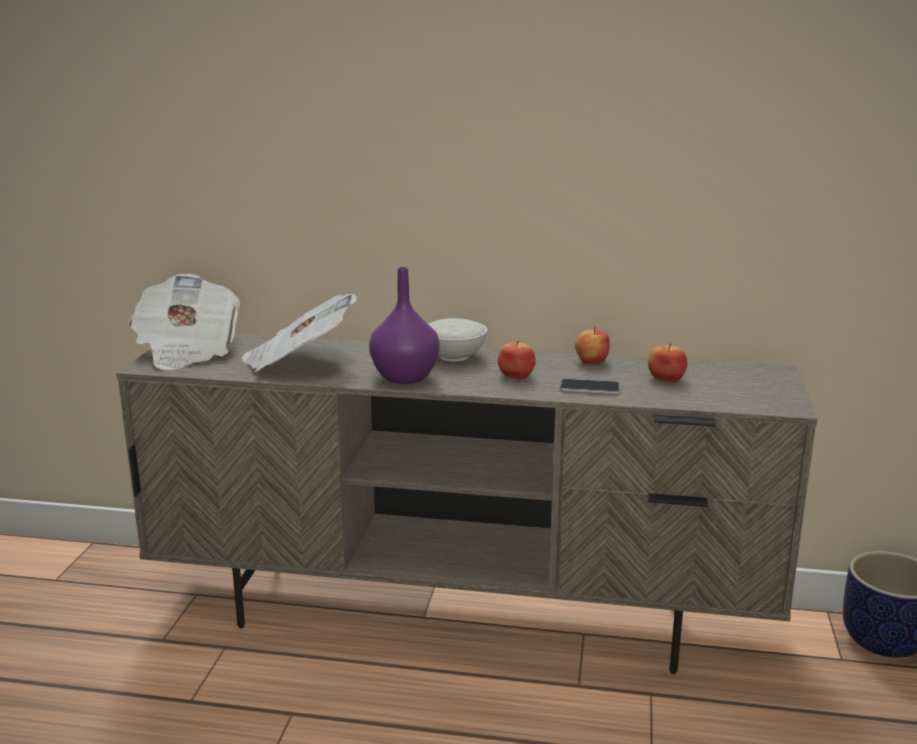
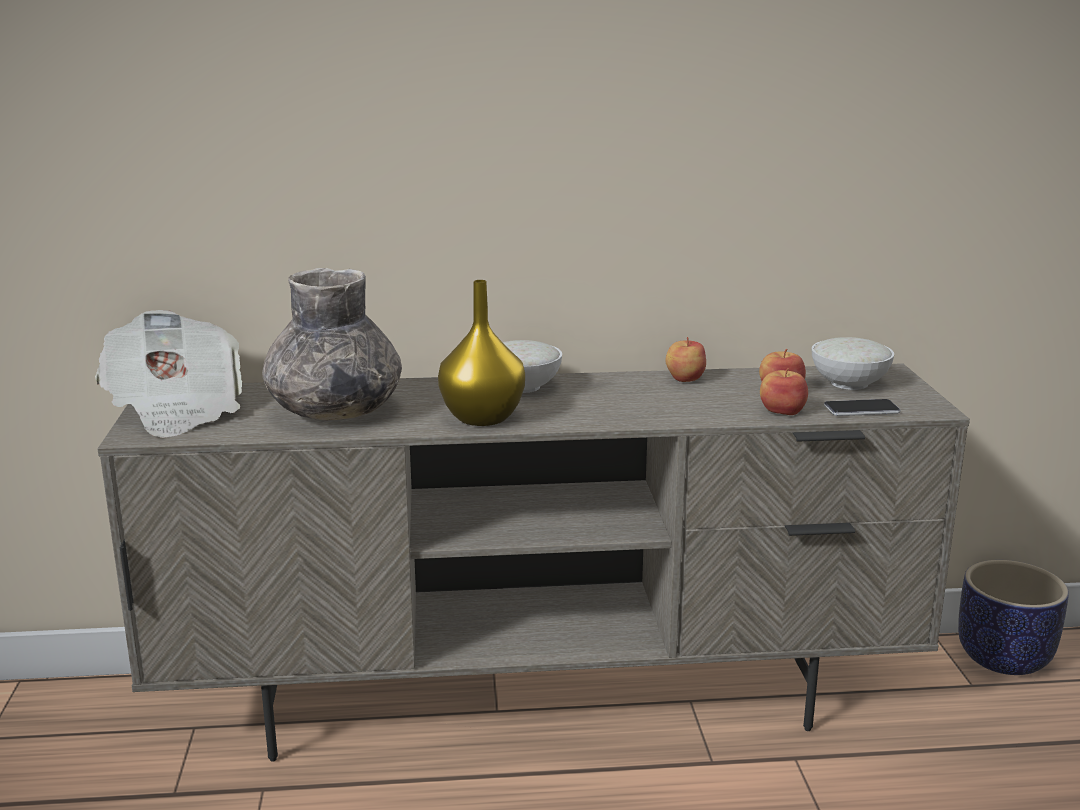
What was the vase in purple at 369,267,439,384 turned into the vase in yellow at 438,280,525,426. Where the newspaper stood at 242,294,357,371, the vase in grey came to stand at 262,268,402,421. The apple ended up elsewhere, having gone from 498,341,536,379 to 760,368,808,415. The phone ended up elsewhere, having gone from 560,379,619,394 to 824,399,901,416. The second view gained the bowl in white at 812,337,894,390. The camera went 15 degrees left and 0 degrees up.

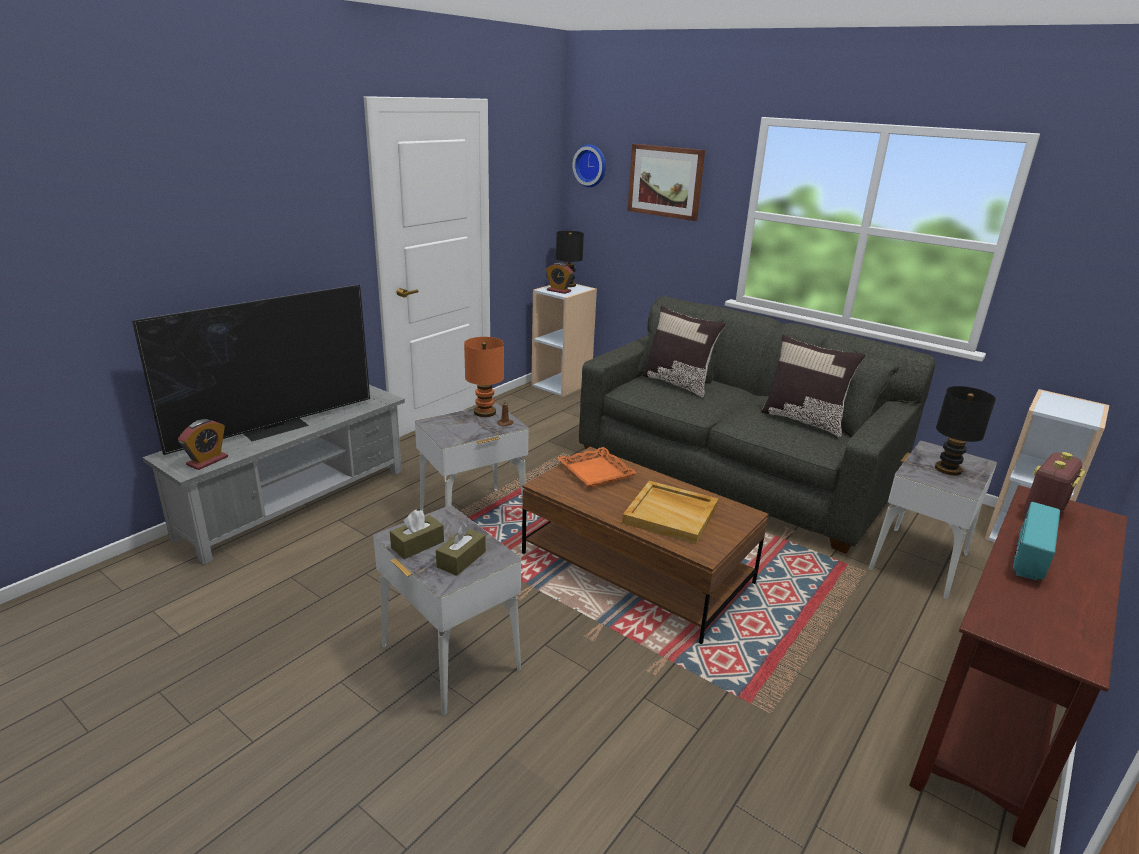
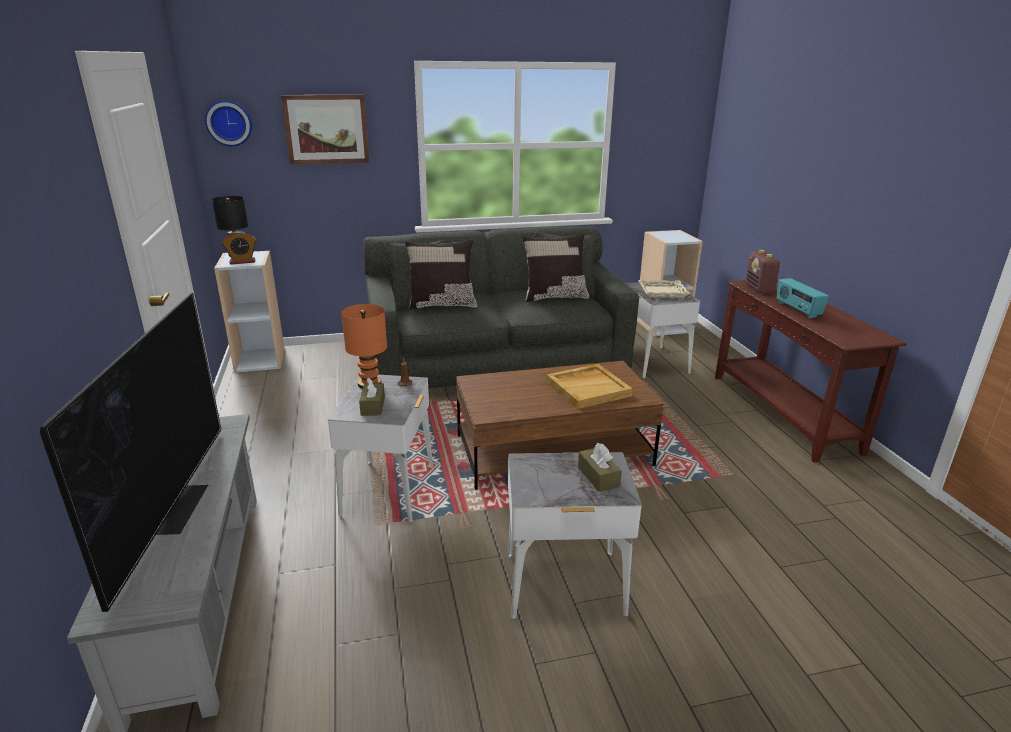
Where the table lamp in black stood at 935,386,996,476, the tray in beige came to stand at 638,280,690,298. The second view lost the alarm clock at 178,419,228,470. The second view lost the tray in orange at 557,447,637,488. The tissue box in brown ended up elsewhere, having gone from 390,510,444,559 to 359,377,385,416. The camera went 50 degrees left and 0 degrees up.

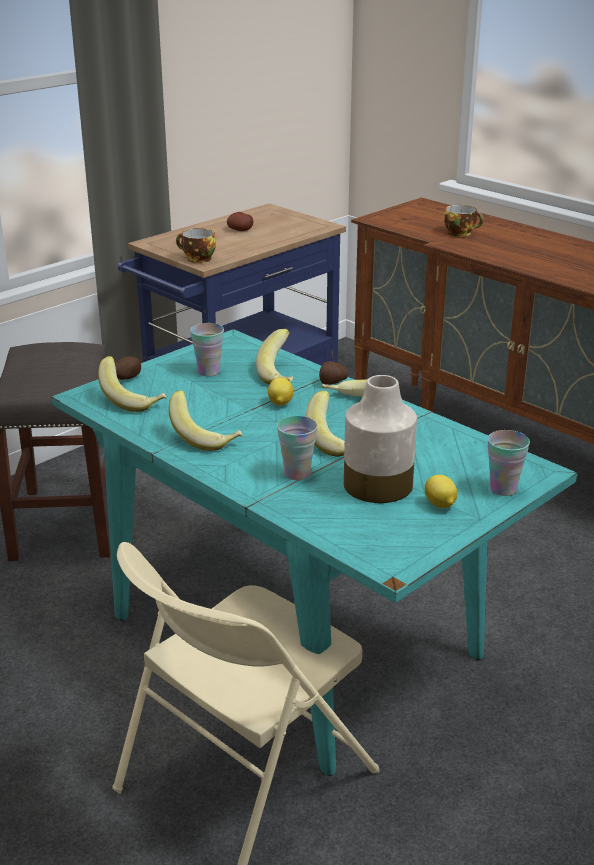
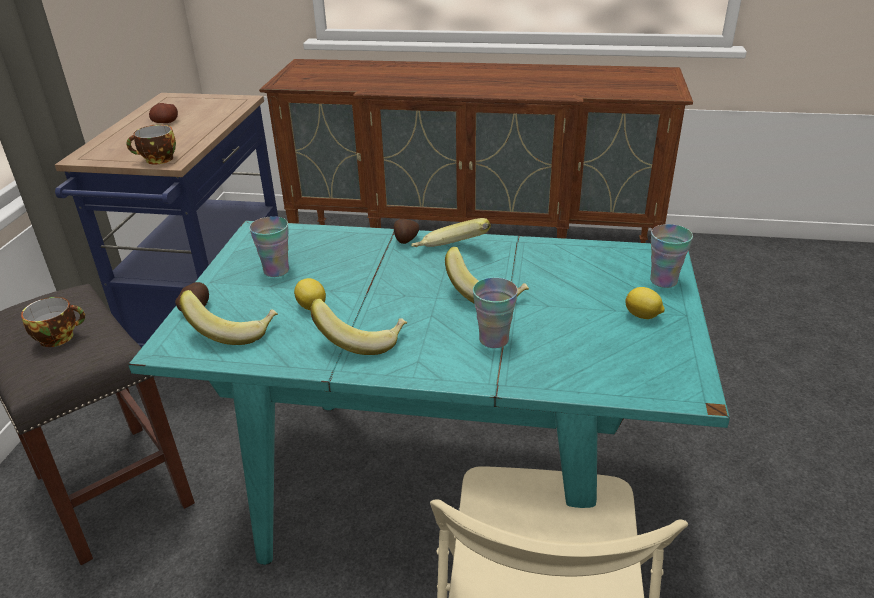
The cup ended up elsewhere, having gone from 444,205,483,237 to 21,297,85,347. The second view lost the banana at 256,329,294,384. The second view lost the vase in beige at 344,375,417,503. The lemon ended up elsewhere, having gone from 268,378,294,406 to 294,278,326,310. The camera went 35 degrees left and 5 degrees up.

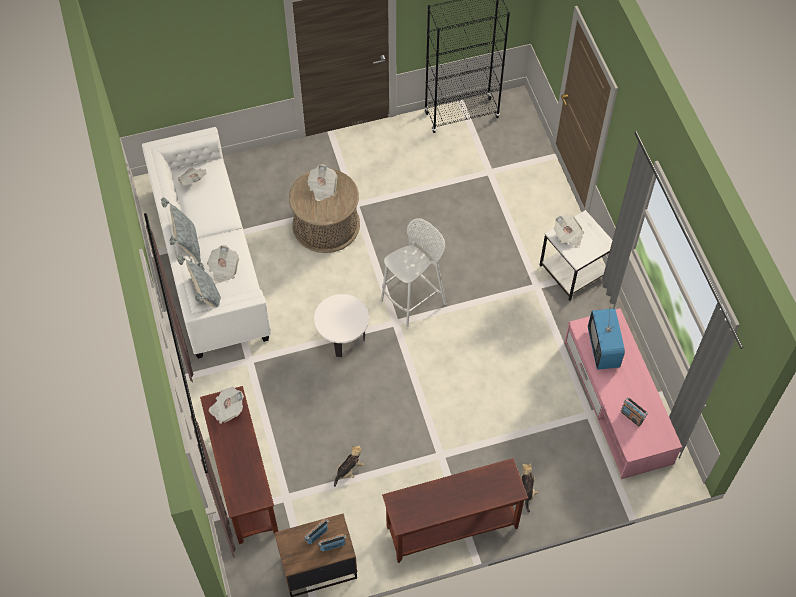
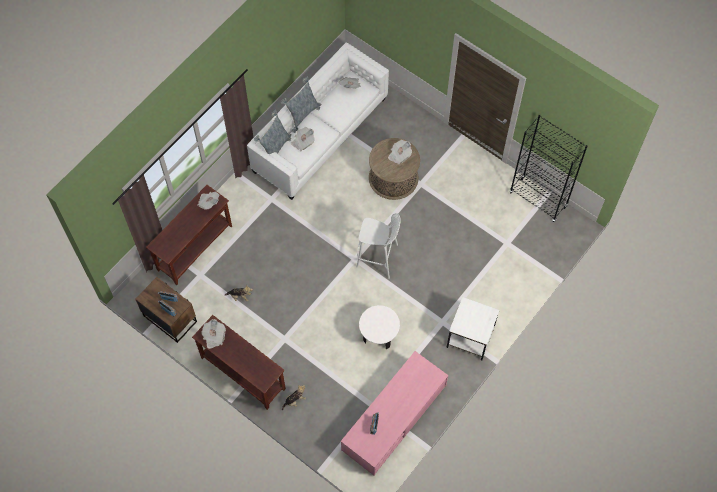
The newspaper ended up elsewhere, having gone from 554,214,584,248 to 201,319,226,349. The side table in white ended up elsewhere, having gone from 314,294,369,357 to 359,305,400,349. The second view lost the television at 588,308,625,370. The camera went 55 degrees right and 5 degrees up.

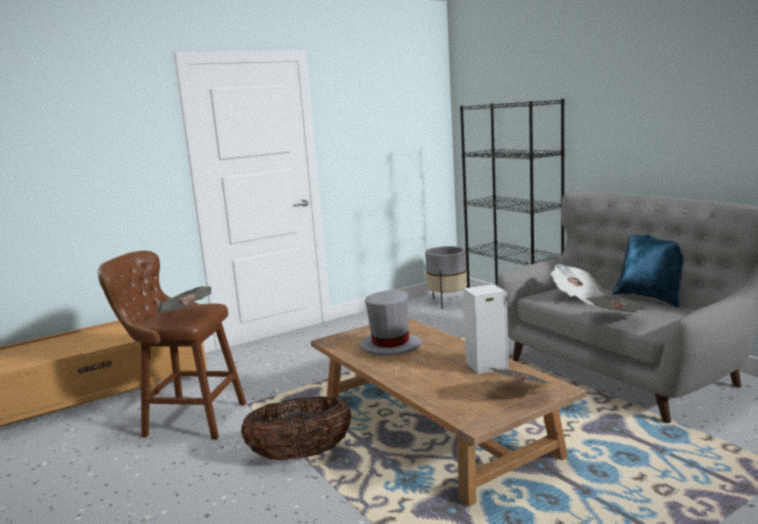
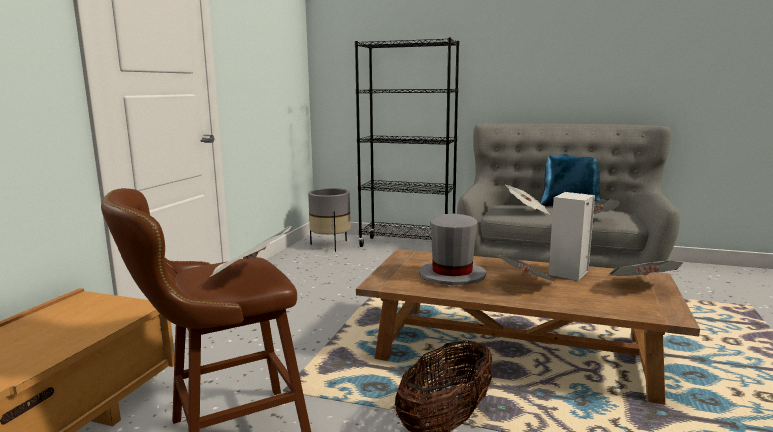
The second view gained the newspaper at 493,255,554,281. The camera went 40 degrees left and 0 degrees up.

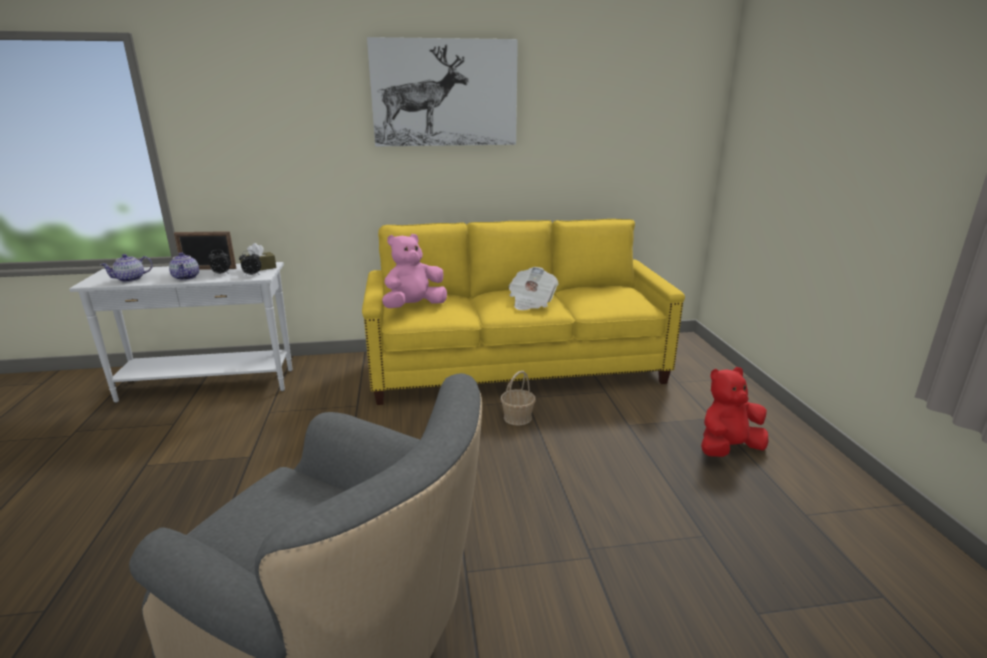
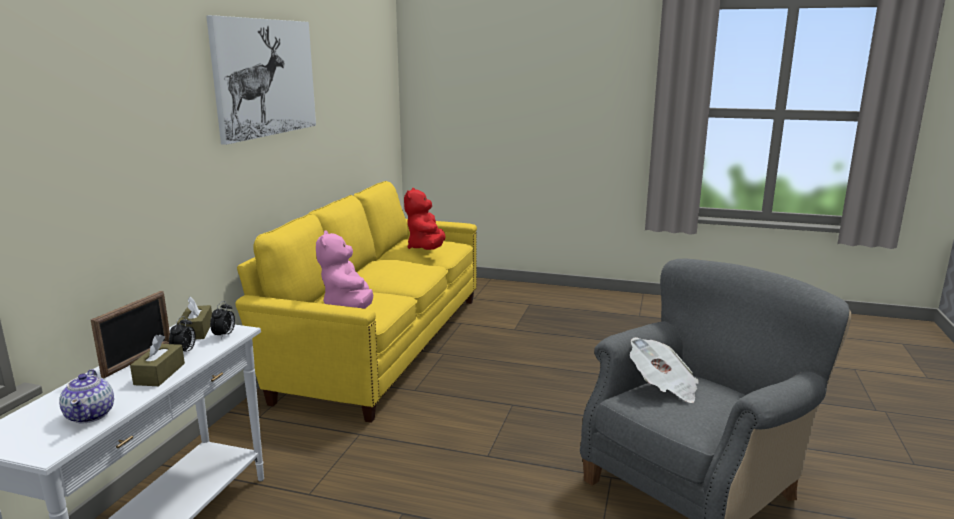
Where the teapot stood at 169,252,199,280, the tissue box in brown came to stand at 130,335,185,386. The newspaper ended up elsewhere, having gone from 508,267,558,310 to 629,337,699,403. The plush toy in red ended up elsewhere, having gone from 701,367,769,457 to 404,188,446,250. The second view lost the basket at 500,371,536,425. The camera went 65 degrees left and 5 degrees down.

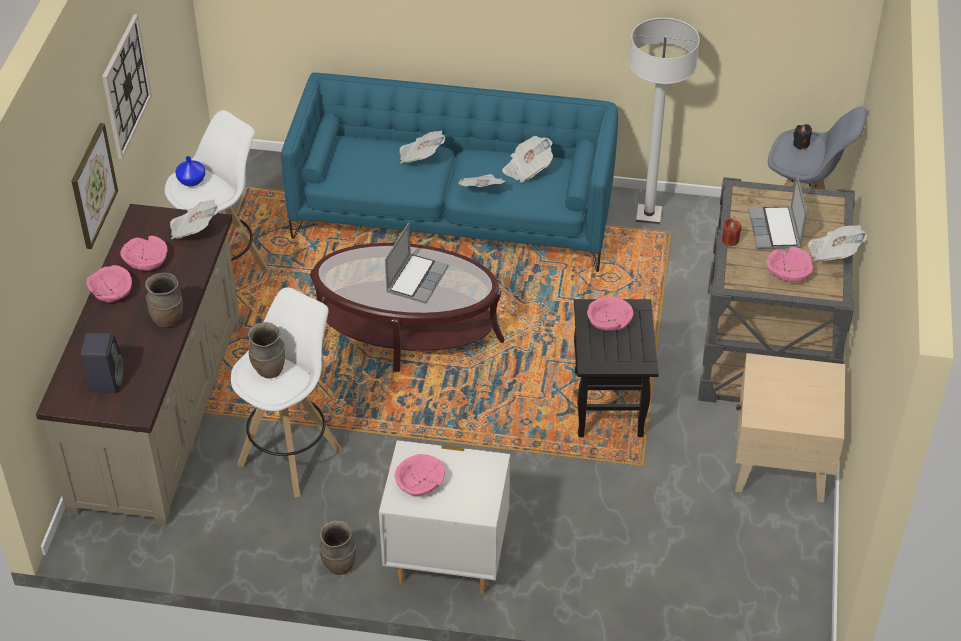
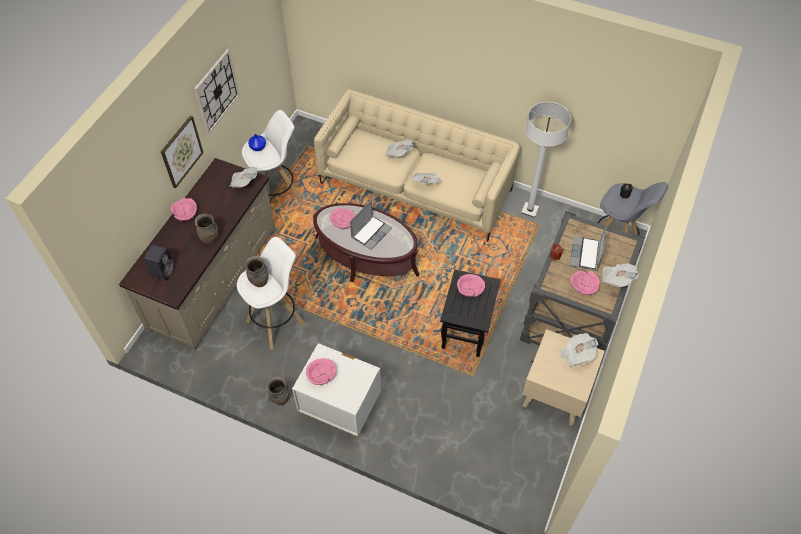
What was the sofa in blue at 281,73,618,272 turned into the sofa in beige at 314,89,520,242. The newspaper ended up elsewhere, having gone from 502,136,553,183 to 558,333,598,367. The bowl in pink ended up elsewhere, having gone from 121,236,167,271 to 329,208,355,229. The camera went 15 degrees right and 10 degrees up.

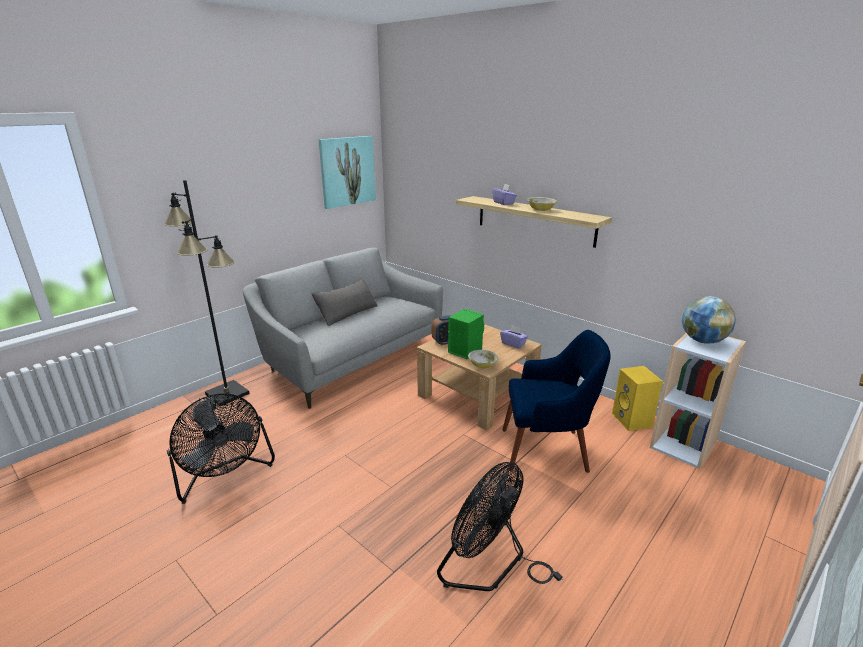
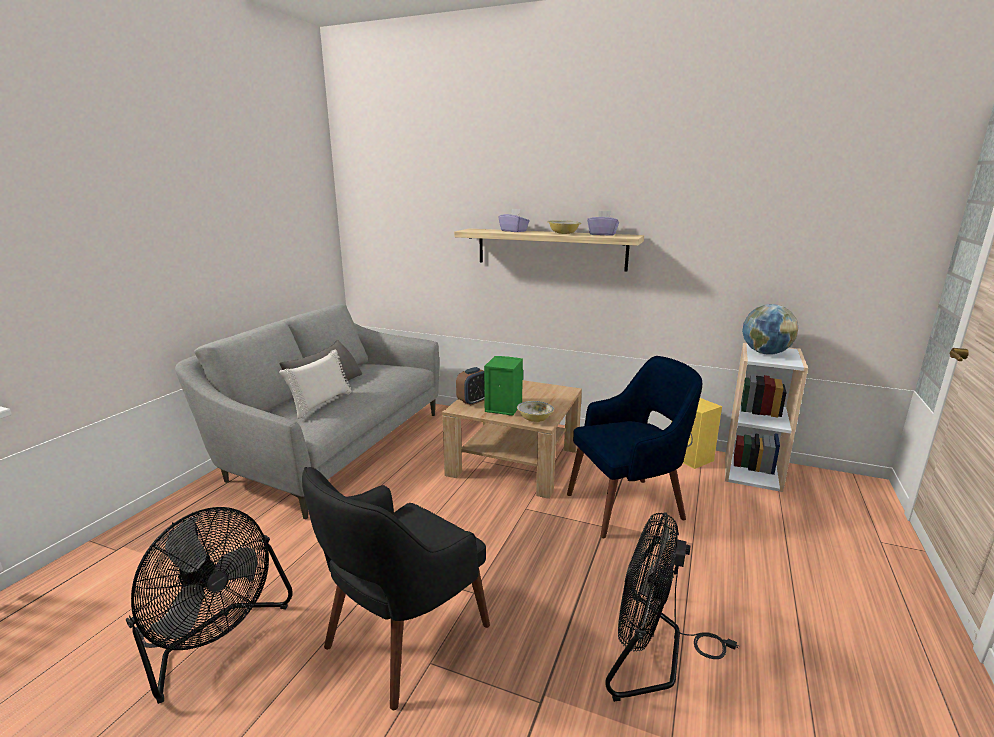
The second view lost the picture at 319,136,376,209. The second view lost the floor lamp in black at 164,180,250,405. The tissue box in purple ended up elsewhere, having gone from 500,325,528,349 to 587,211,619,236. The second view gained the pillow in white at 279,349,352,419. The second view gained the armchair in black at 302,467,490,710. The camera went 20 degrees left and 5 degrees down.

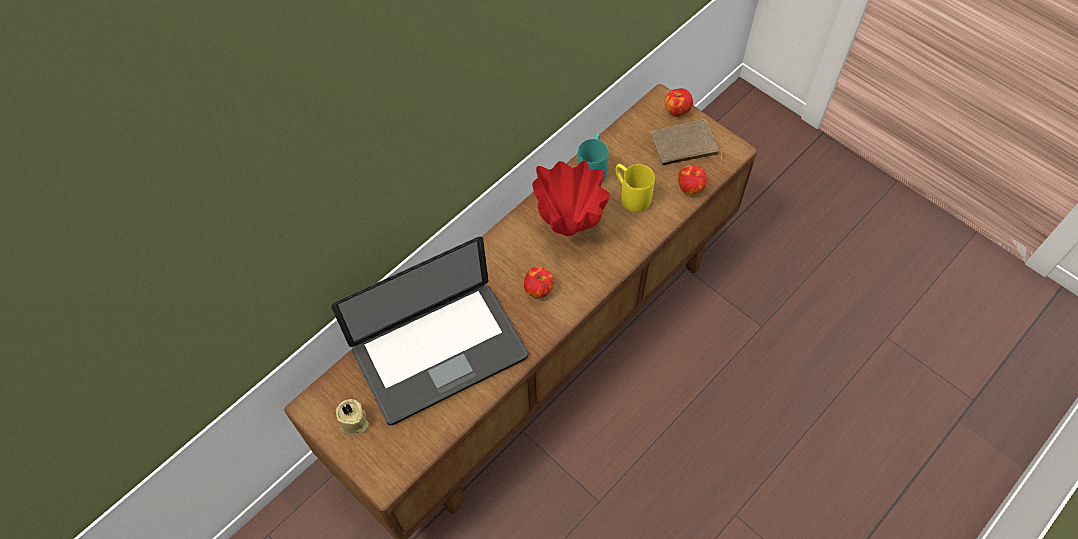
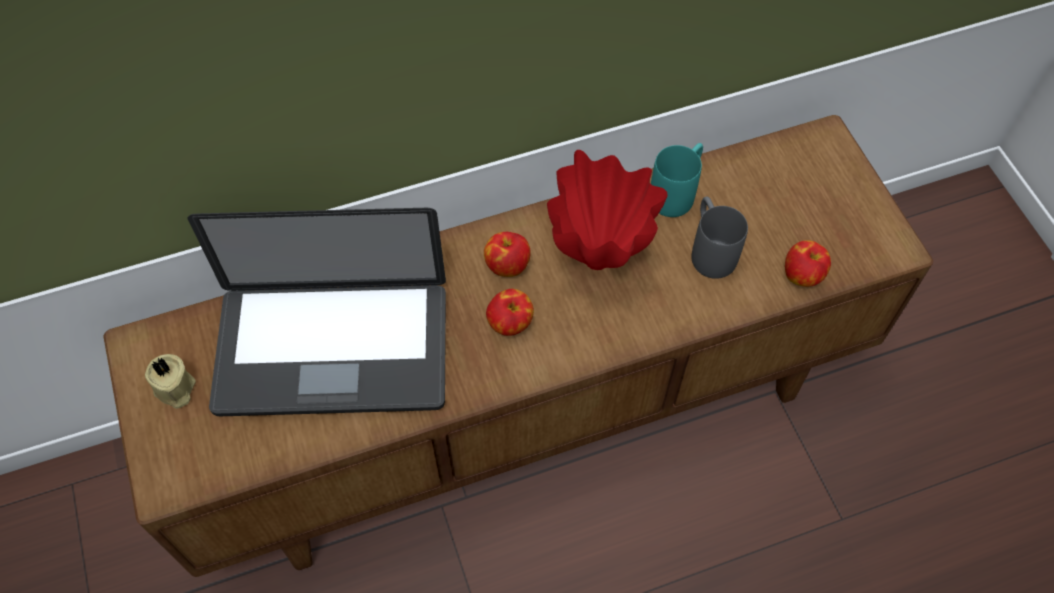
The apple ended up elsewhere, having gone from 665,88,693,117 to 484,232,531,277. The second view lost the book in brown at 650,119,723,166. What was the mug in yellow at 616,164,655,212 turned into the mug in grey at 692,196,748,279. The camera went 25 degrees right and 0 degrees up.

